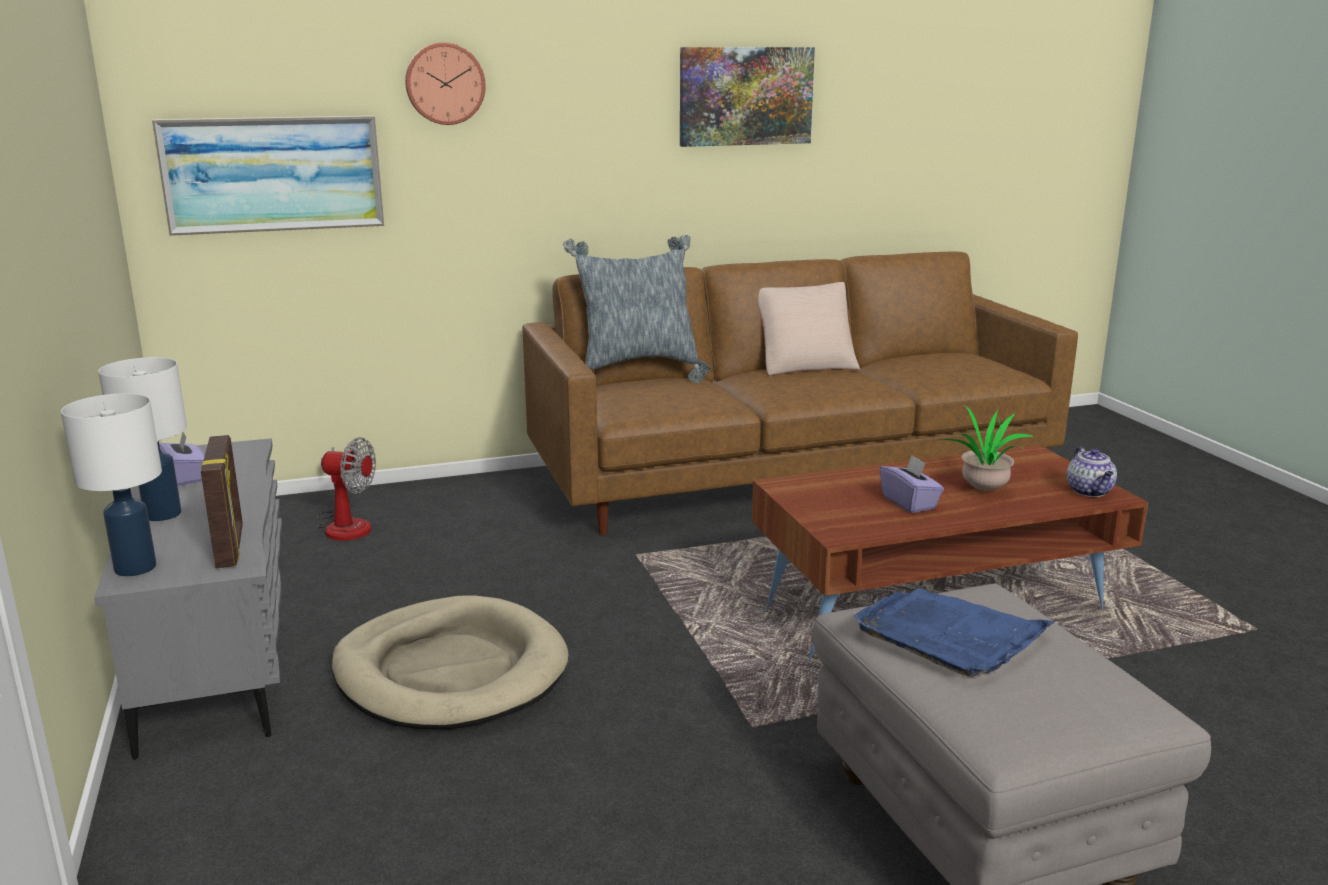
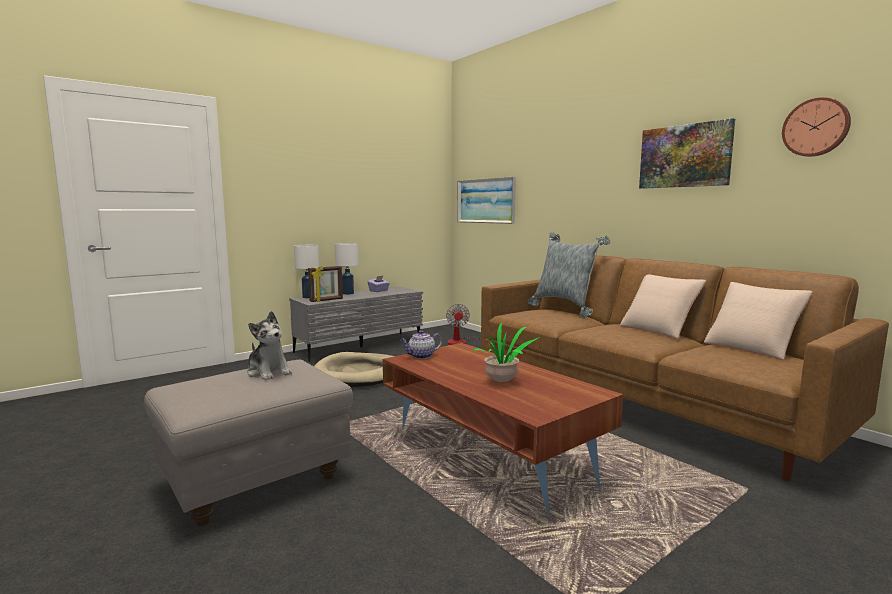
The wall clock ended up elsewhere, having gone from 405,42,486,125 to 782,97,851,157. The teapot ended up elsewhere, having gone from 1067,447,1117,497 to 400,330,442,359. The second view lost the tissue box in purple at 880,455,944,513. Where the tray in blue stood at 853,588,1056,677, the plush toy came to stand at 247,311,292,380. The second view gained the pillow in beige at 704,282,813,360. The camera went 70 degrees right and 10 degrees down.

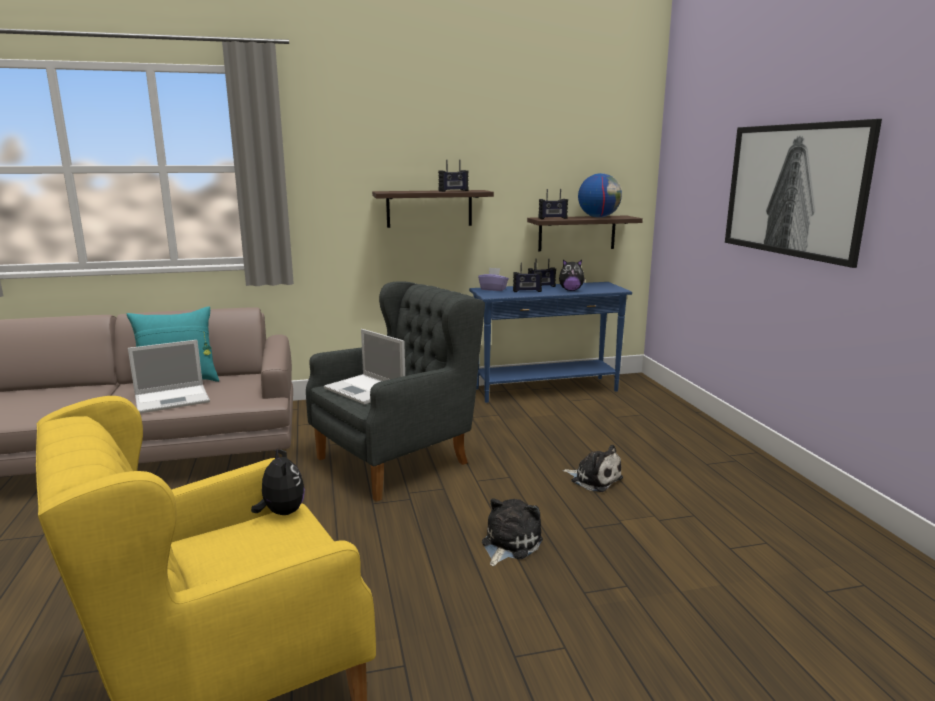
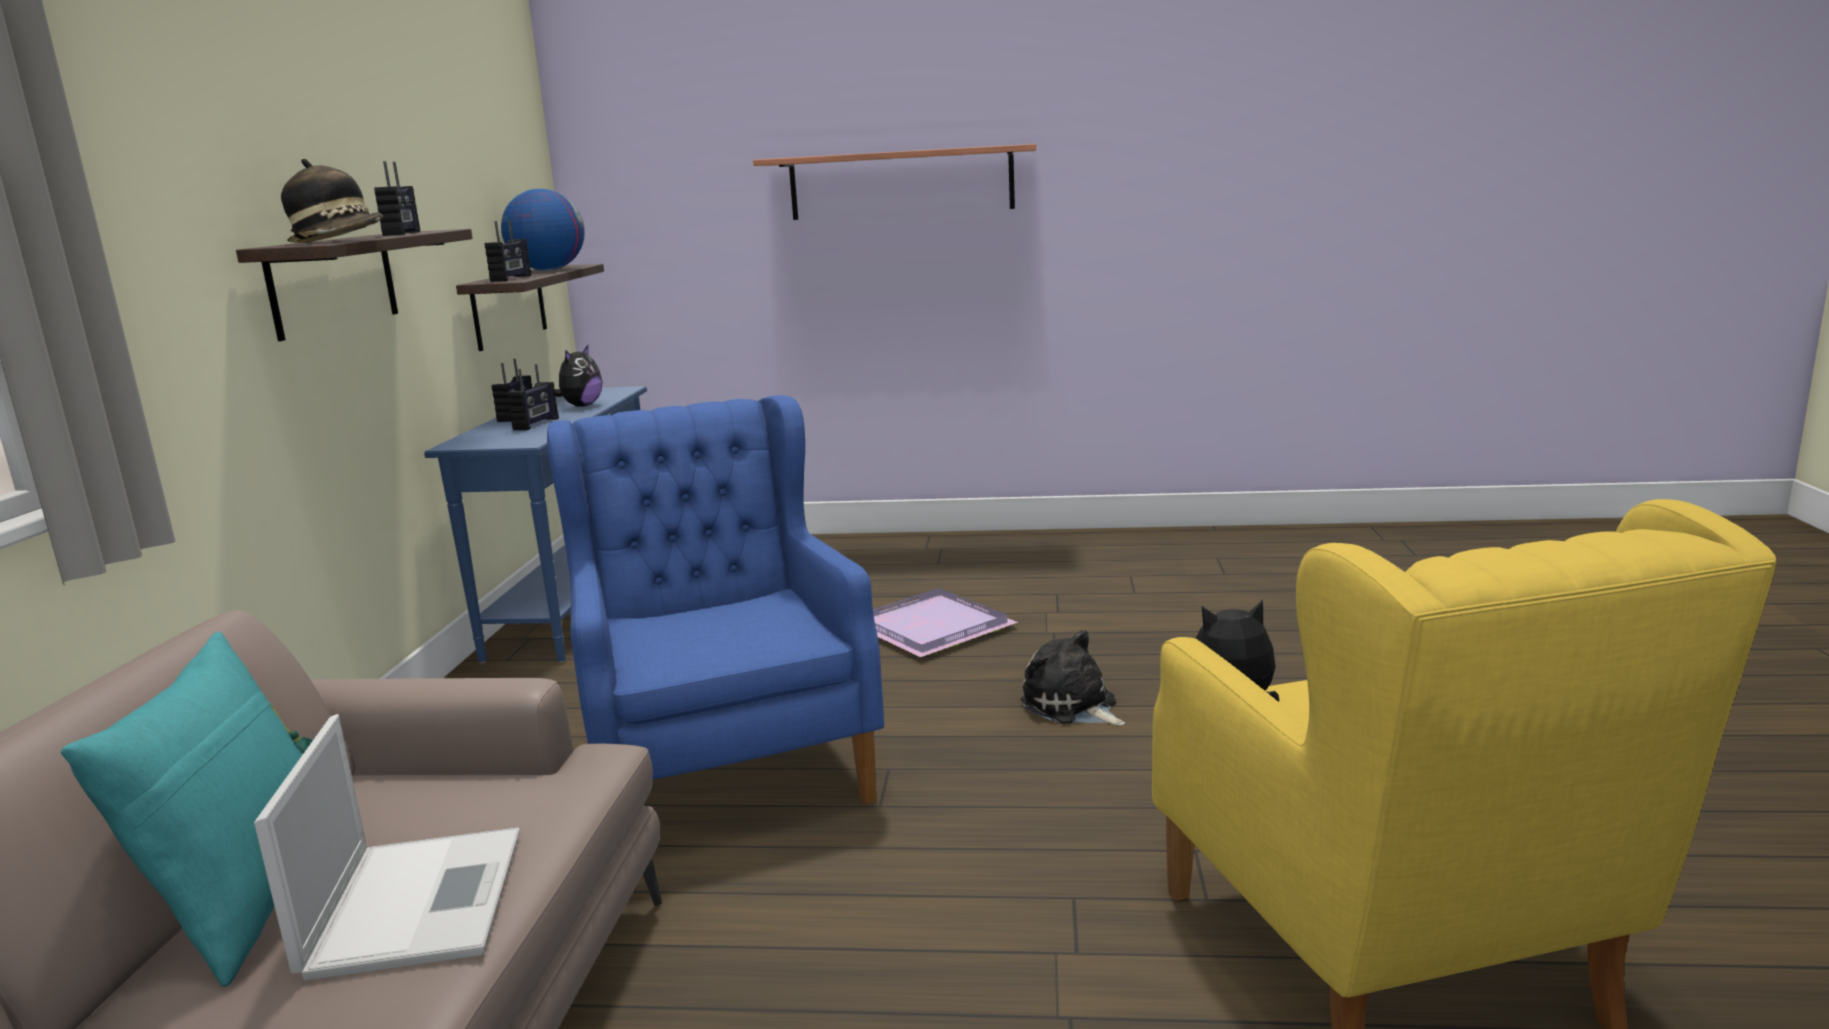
Where the picture hung at 725,119,882,268, the shelf came to hang at 753,144,1036,220. The second view lost the tissue box in purple at 478,268,509,291. What was the armchair in grey at 306,281,485,502 turned into the armchair in blue at 547,395,884,804. The second view lost the laptop at 324,329,405,404. Where the plush toy stood at 562,445,623,492, the tray in purple came to stand at 873,588,1018,657. The second view gained the hat at 281,159,383,243. The camera went 70 degrees left and 0 degrees up.

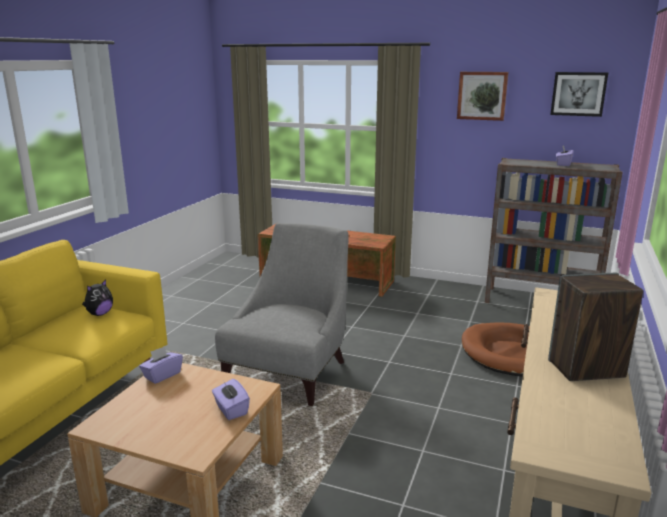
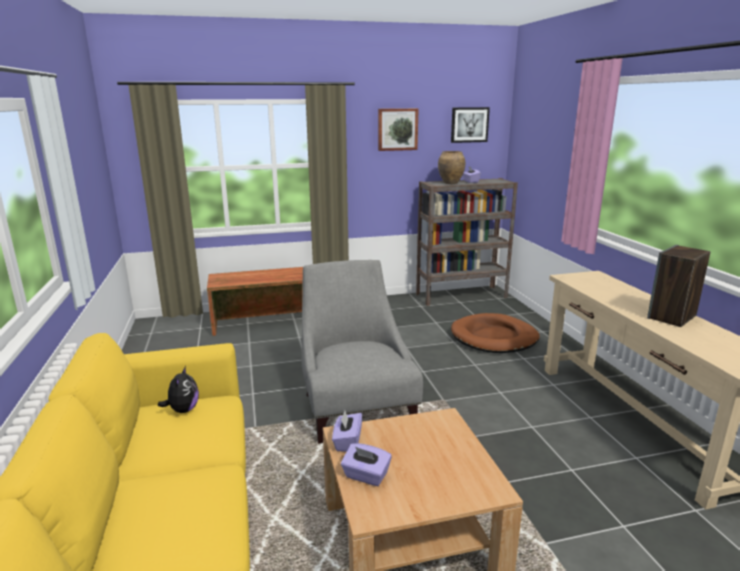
The tissue box in purple ended up elsewhere, having gone from 212,379,250,420 to 341,443,392,486. The second view gained the vase in brown at 438,151,465,184. The camera went 35 degrees left and 0 degrees up.

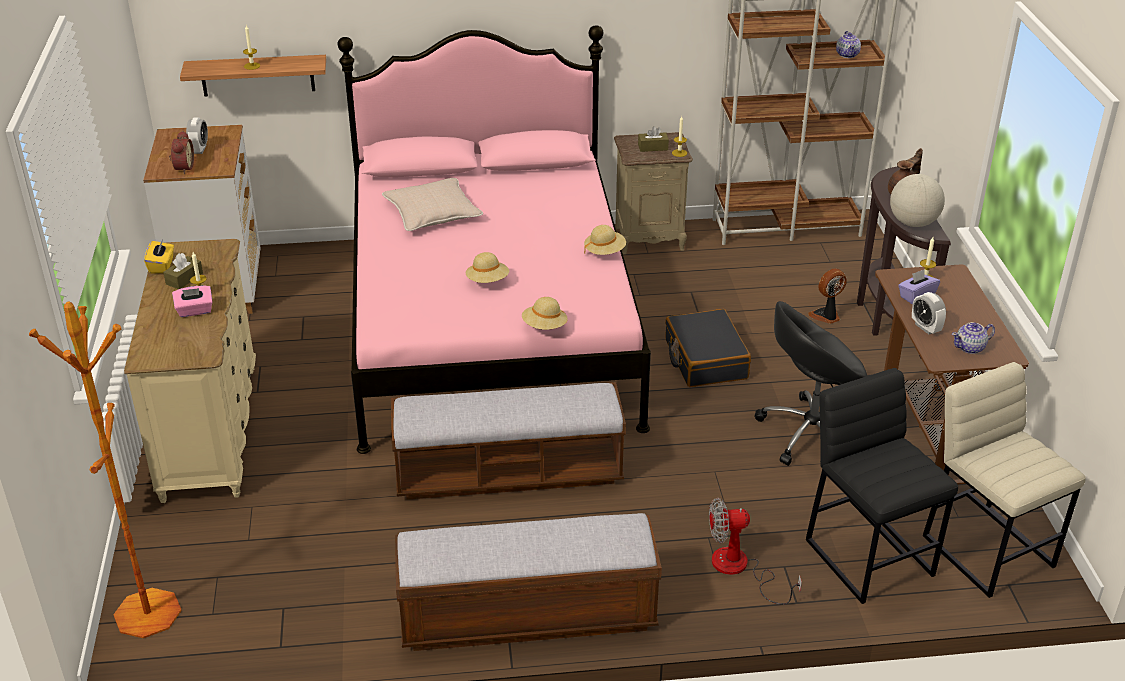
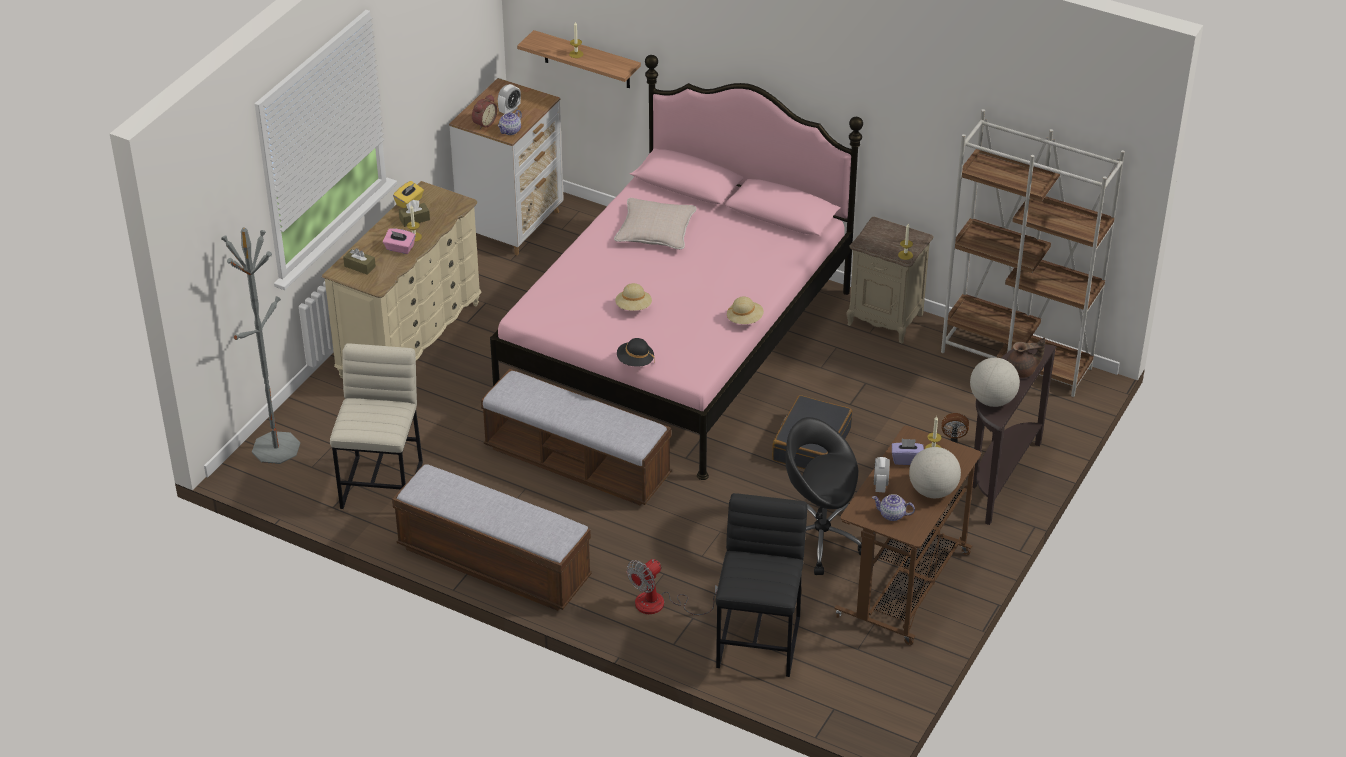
The teapot ended up elsewhere, having gone from 836,31,861,58 to 498,110,522,135. The tissue box in brown ended up elsewhere, having gone from 638,126,669,152 to 343,248,376,275. What was the hat in beige at 522,297,568,330 turned into the hat in black at 617,338,655,367. What was the clothes rack in orange at 29,301,182,638 turned into the clothes rack in grey at 221,227,300,464. The chair in beige ended up elsewhere, having gone from 923,362,1086,598 to 330,343,423,509. The fan at 709,498,802,605 ended up facing another way, 75 degrees counterclockwise from before. The second view gained the globe at 909,447,961,498. The camera went 35 degrees right and 5 degrees up.

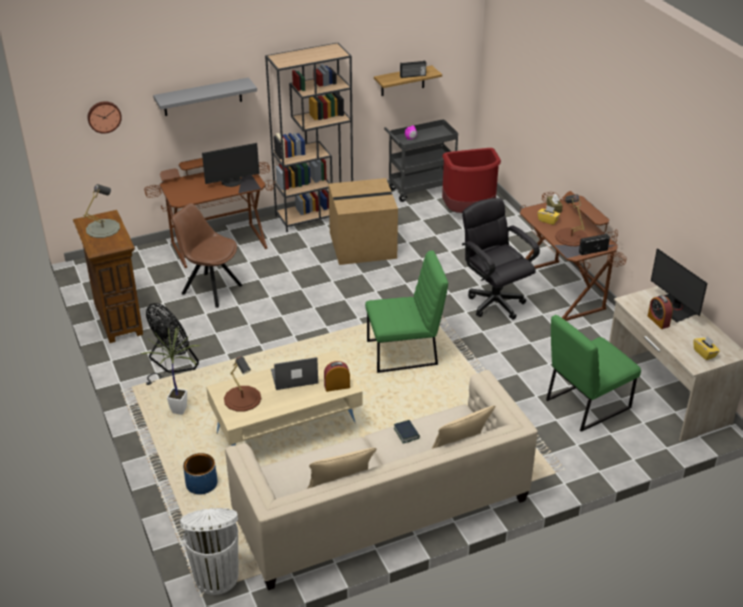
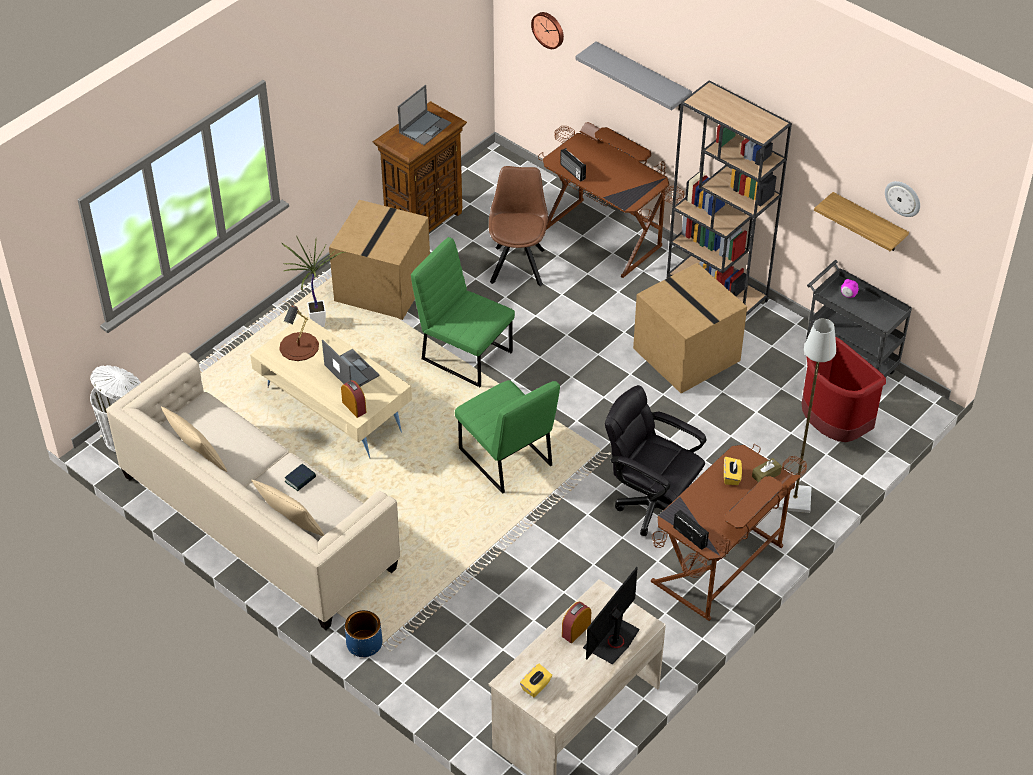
The radio ended up elsewhere, having gone from 400,60,426,78 to 560,148,586,182. The second view lost the monitor at 202,143,259,187. Where the table lamp in grey stood at 83,184,120,238, the laptop came to stand at 398,85,451,145. The second view lost the table lamp in brown at 555,194,588,246. The office chair in black at 462,198,540,320 ended up facing another way, 90 degrees counterclockwise from before. Where the fan in black stood at 146,303,199,385, the cardboard box came to stand at 329,200,430,320. The chair in green ended up elsewhere, having gone from 546,315,641,432 to 411,237,515,387. The planter in blue ended up elsewhere, having gone from 183,453,217,494 to 345,610,382,657. The second view gained the wall clock at 885,181,920,217. The second view gained the floor lamp in grey at 779,318,836,513. The camera went 65 degrees right and 10 degrees up.

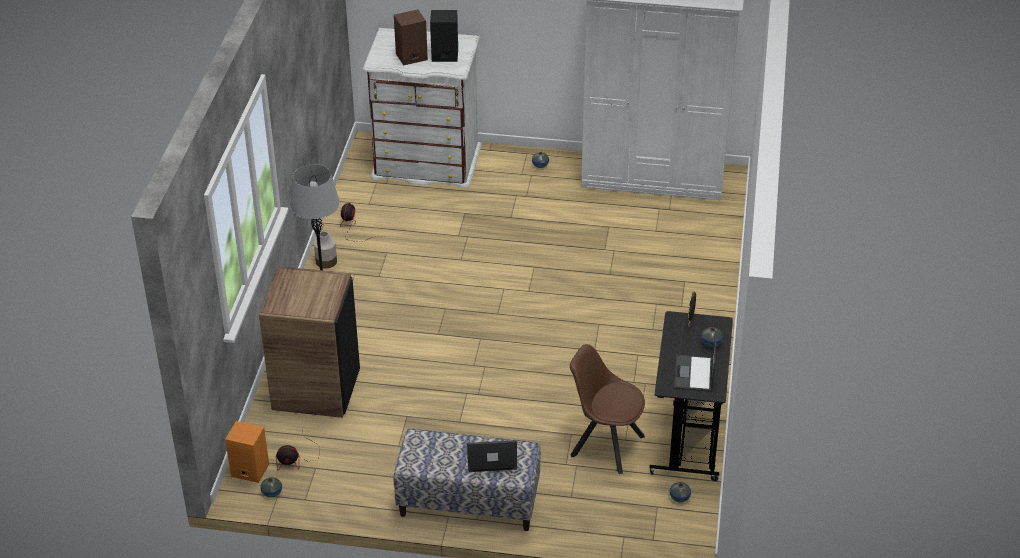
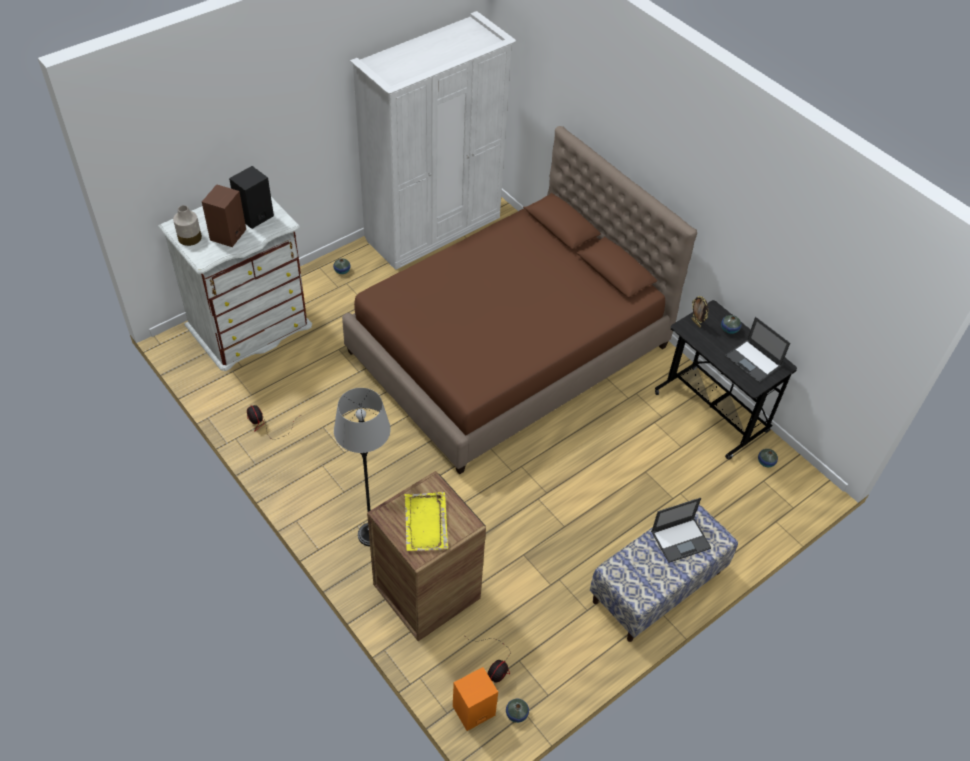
The vase in beige ended up elsewhere, having gone from 314,231,337,269 to 173,205,202,246. The second view lost the chair in brown at 570,344,645,474. The laptop at 466,440,517,472 ended up facing another way, 150 degrees counterclockwise from before. The second view gained the bed in brown at 342,126,697,474. The second view gained the tray in yellow at 404,492,448,551. The camera went 50 degrees left and 10 degrees up.

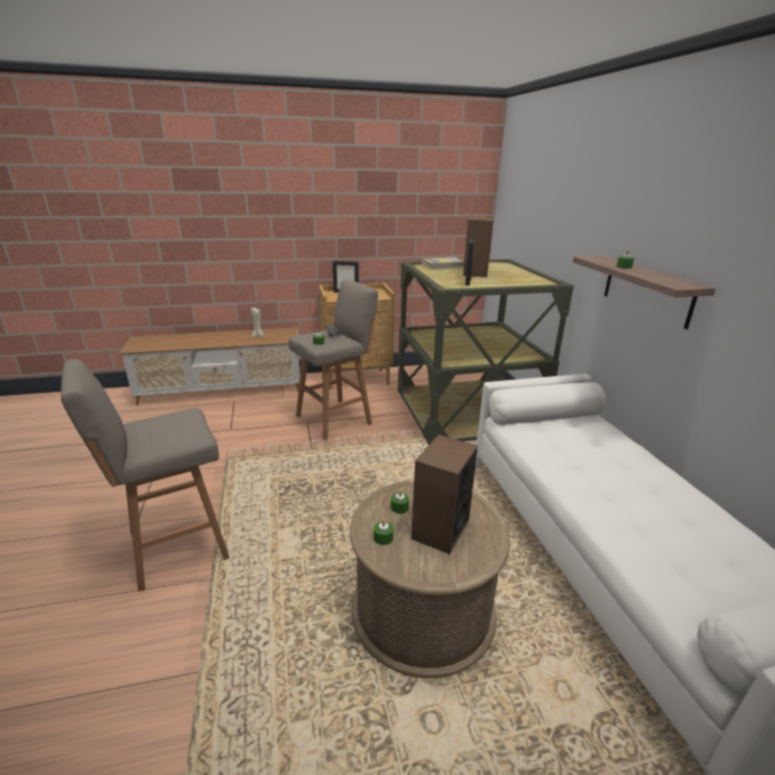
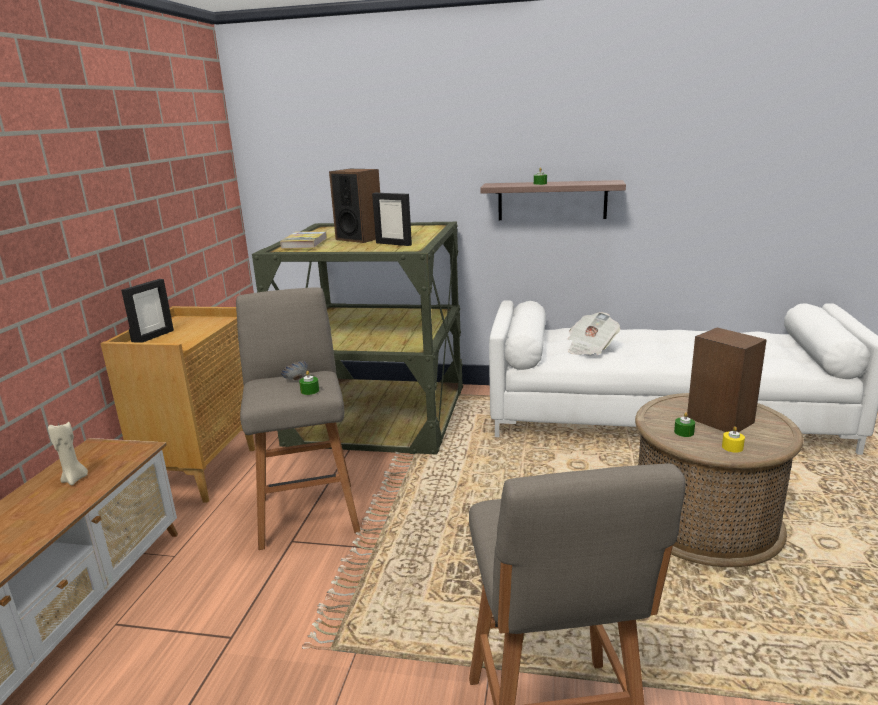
What was the candle in green at 374,520,393,545 turned into the candle in yellow at 722,426,745,452. The second view gained the newspaper at 568,312,620,355. The camera went 65 degrees left and 5 degrees down.

